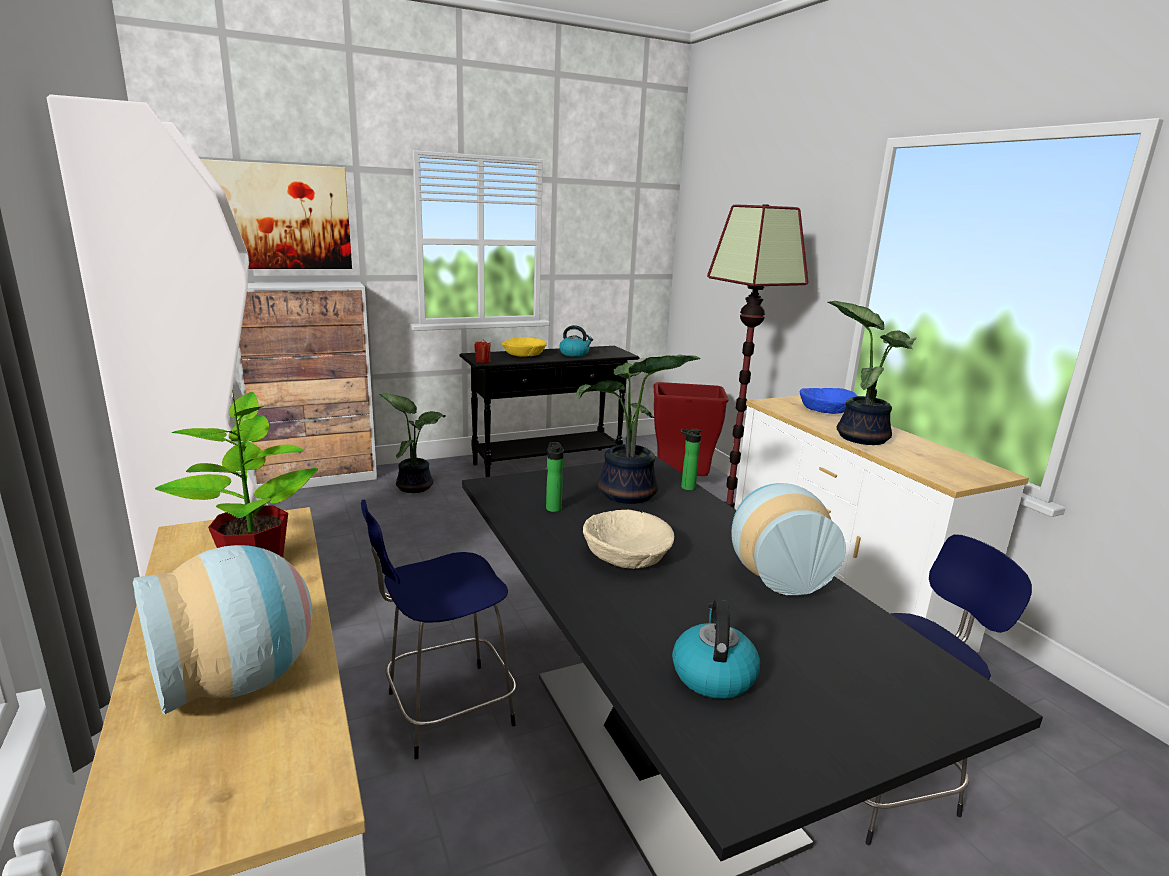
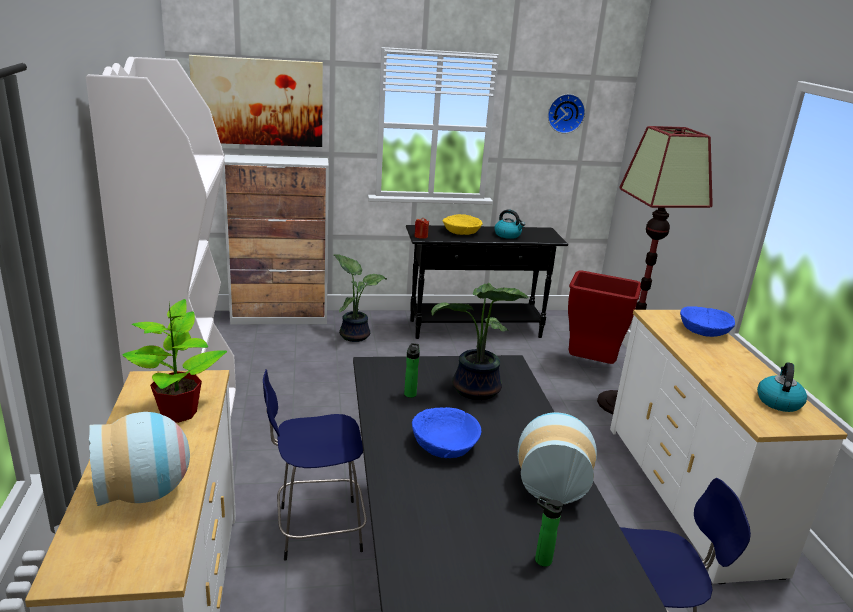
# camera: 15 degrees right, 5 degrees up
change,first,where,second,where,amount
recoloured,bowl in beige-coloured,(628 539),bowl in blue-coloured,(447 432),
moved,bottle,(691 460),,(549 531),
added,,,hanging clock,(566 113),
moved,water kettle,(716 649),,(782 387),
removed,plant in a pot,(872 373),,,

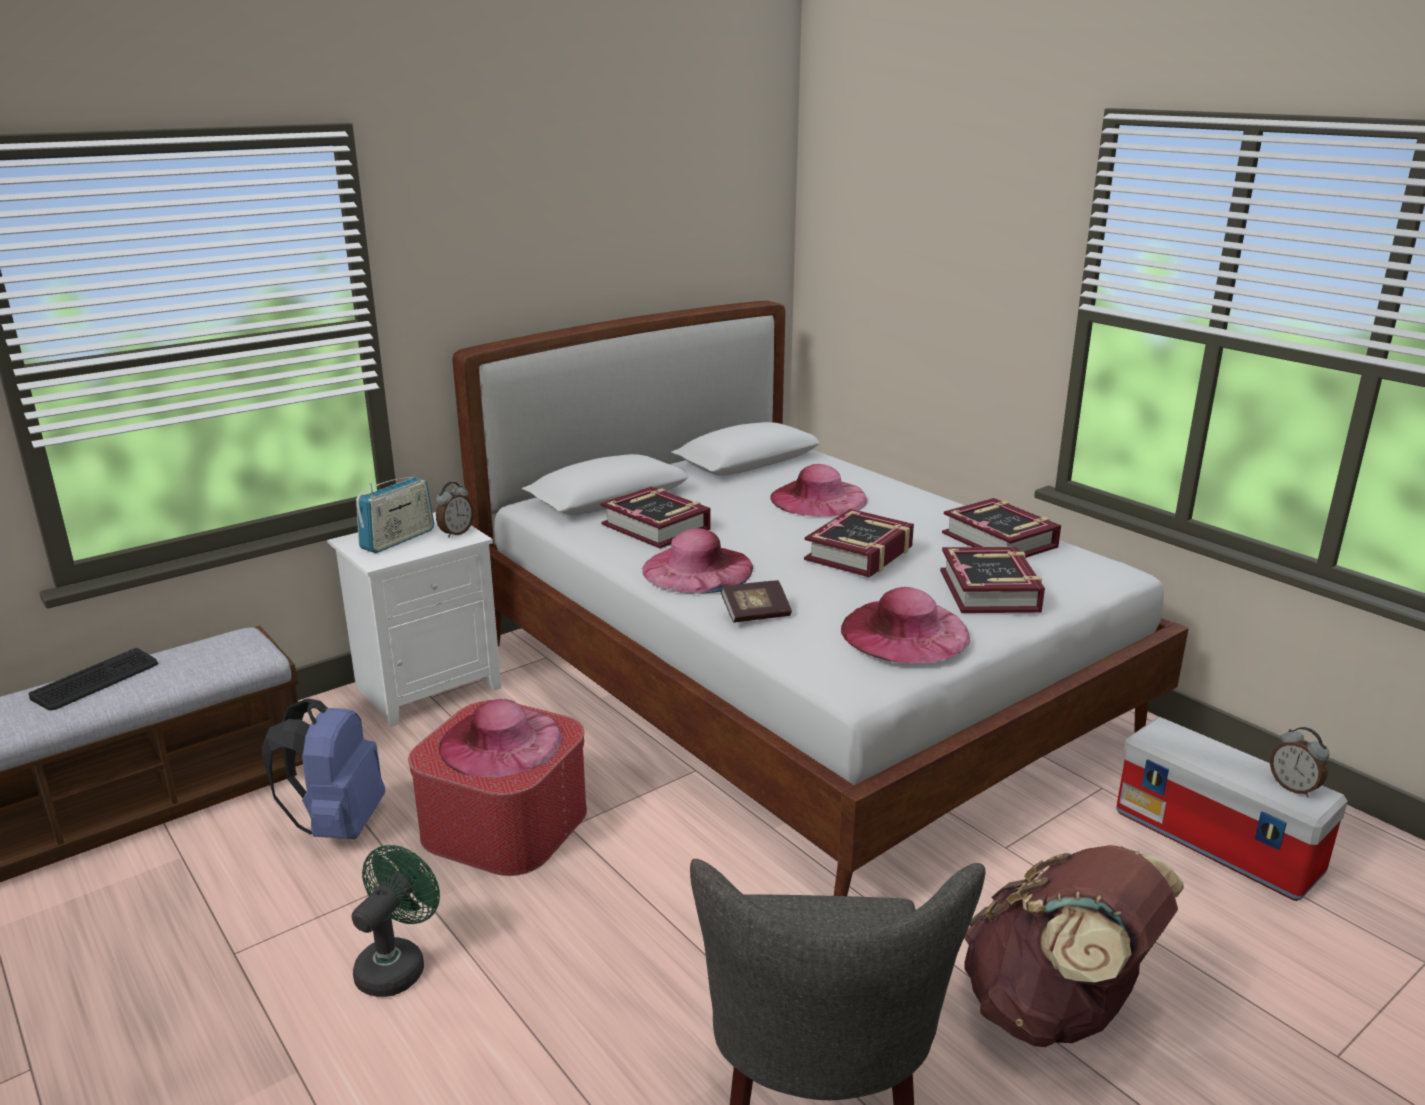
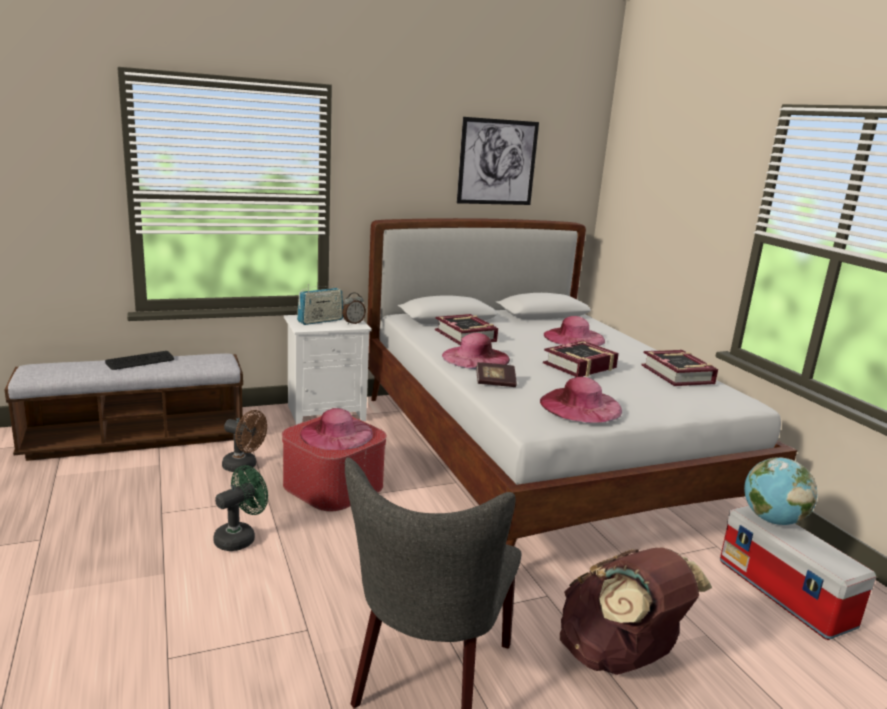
# camera: 15 degrees right, 5 degrees down
change,first,where,second,where,amount
replaced,rucksack in blue-coloured,(323 768),cooling fan in brown-coloured,(244 441),
added,,,wall picture,(498 161),
added,,,desk globe,(780 491),
removed,volume,(992 580),,,
removed,alarm clock,(1299 762),,,

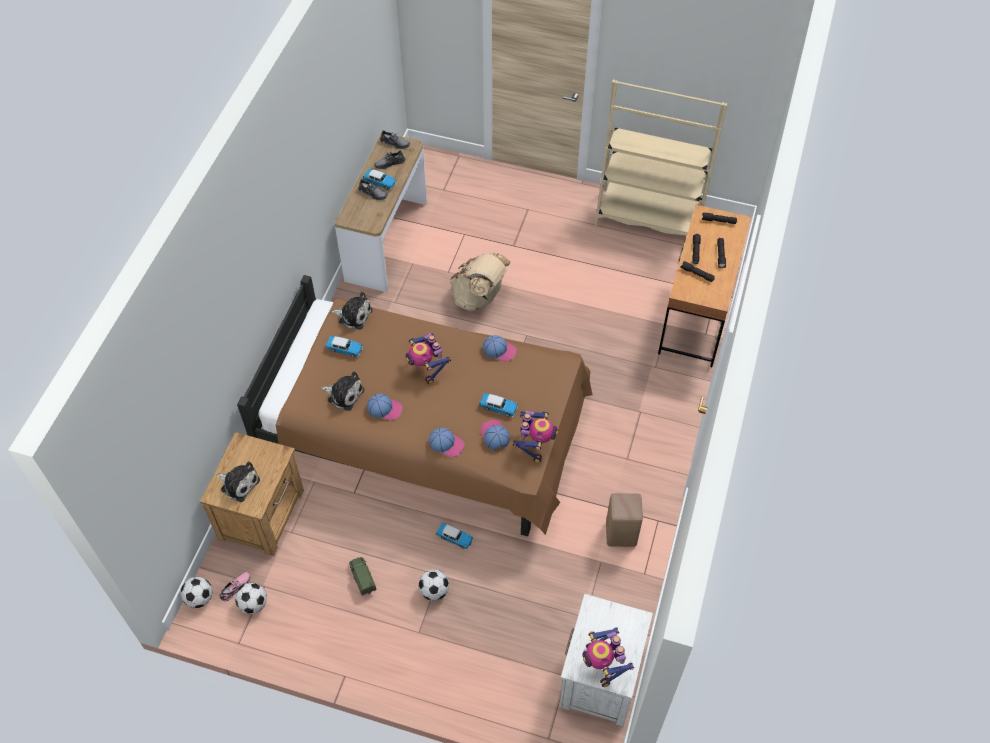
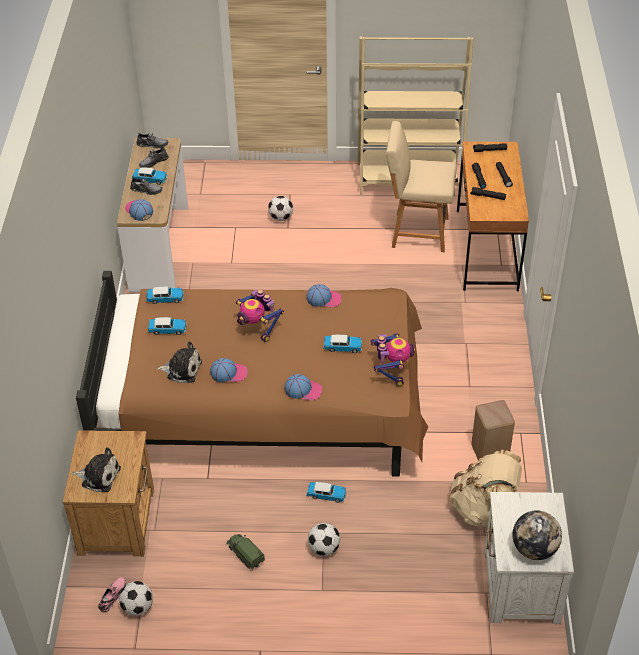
# camera: 15 degrees left, 10 degrees down
change,first,where,second,where,amount
moved,baseball cap,(495 435),,(139 210),
replaced,cuddly toy,(352 310),model car,(165 295),
moved,football ball,(196 592),,(280 208),
added,,,chair in beige-coloured,(421 186),
moved,rucksack in beige-coloured,(480 282),,(486 488),
replaced,robot figure,(608 657),desk globe,(537 535),

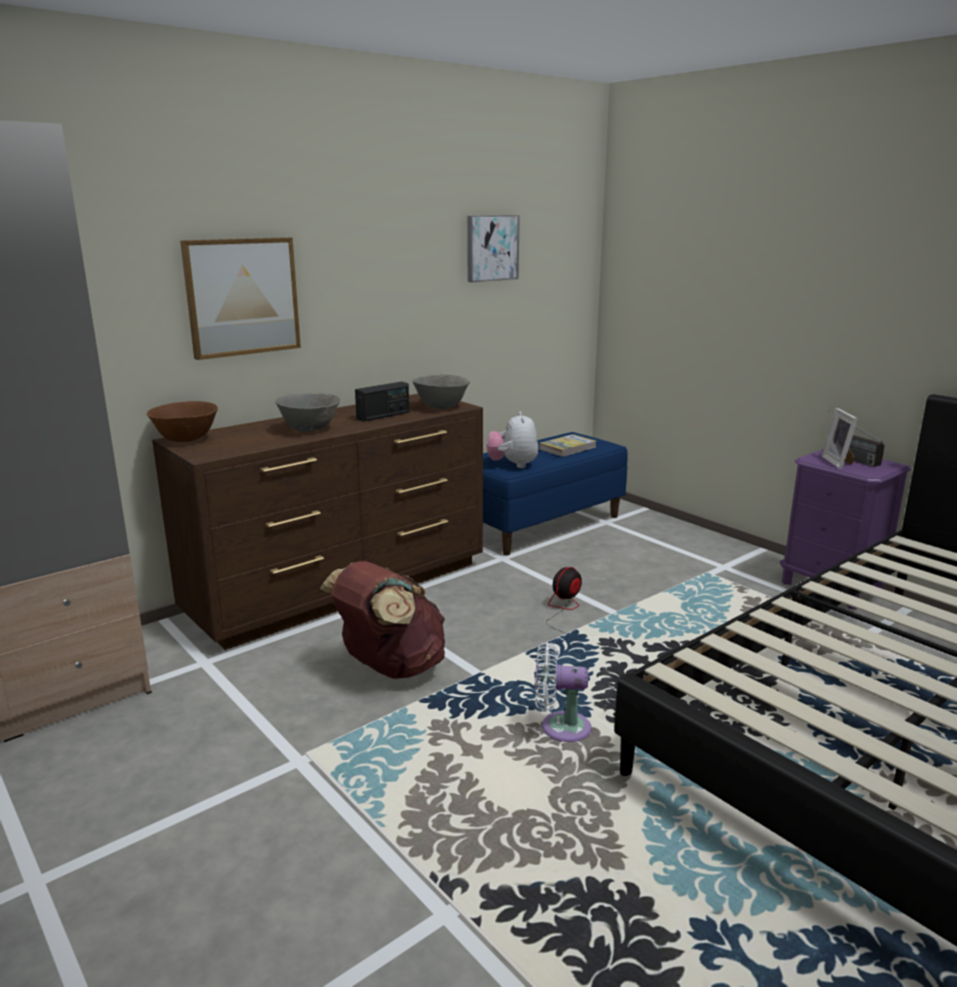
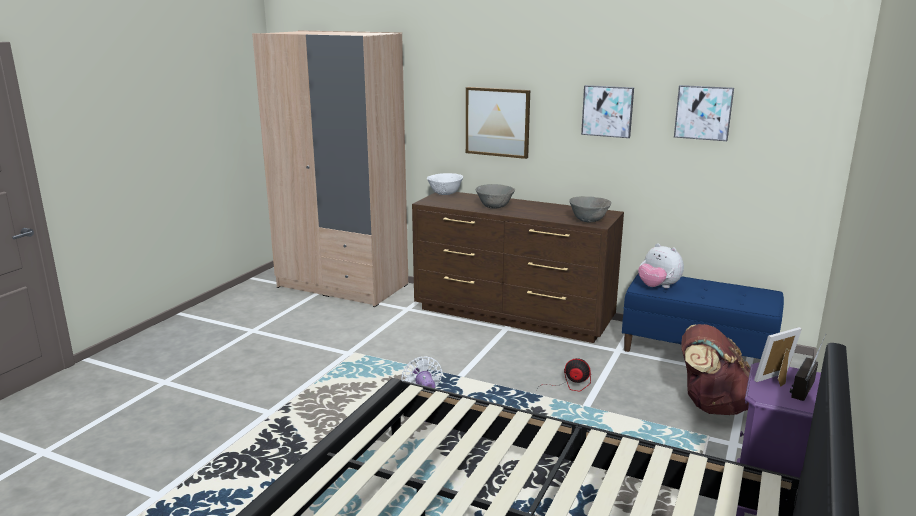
# camera: 65 degrees right, 0 degrees up
change,first,where,second,where,amount
recoloured,bowl in brown-coloured,(182 421),bowl in white,(445 184),
added,,,wall picture,(607 111),
turned,cuddly toy,(512 440),,(661 265),105 degrees counterclockwise
moved,rucksack in brown-coloured,(382 620),,(716 369),
removed,radio receiver,(382 401),,,
removed,volume,(567 445),,,

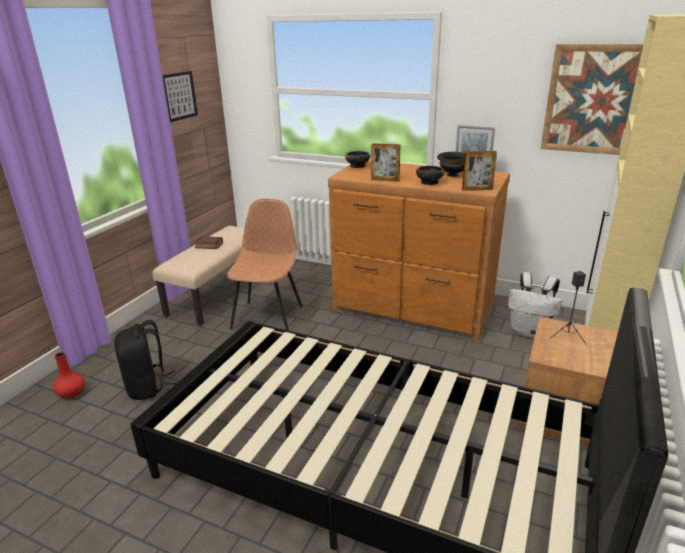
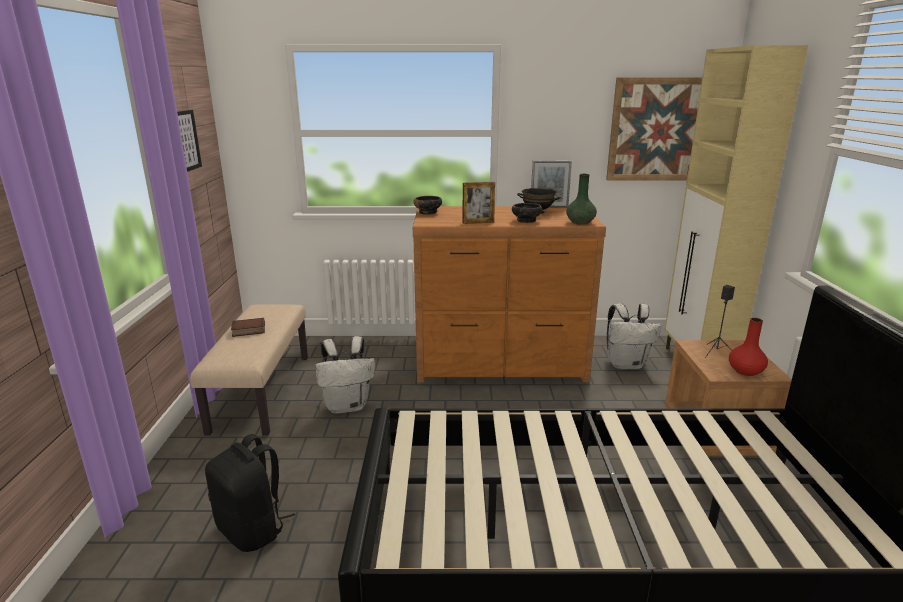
# camera: 25 degrees left, 5 degrees down
change,first,where,second,where,amount
replaced,chair in brown-coloured,(265 265),rucksack in white,(345 375),
replaced,standing frame,(479 171),decorative vase in green-coloured,(581 199),
moved,decorative vase in red-coloured,(69 375),,(748 347),

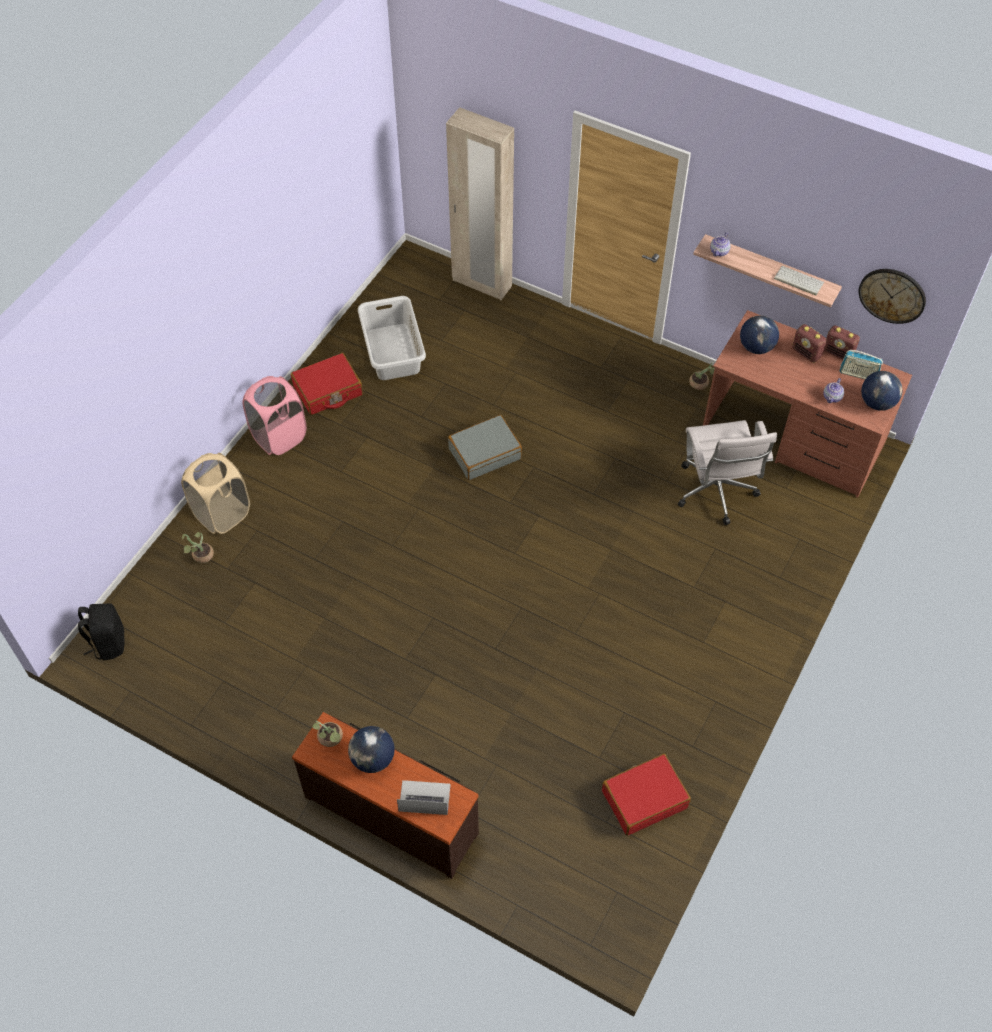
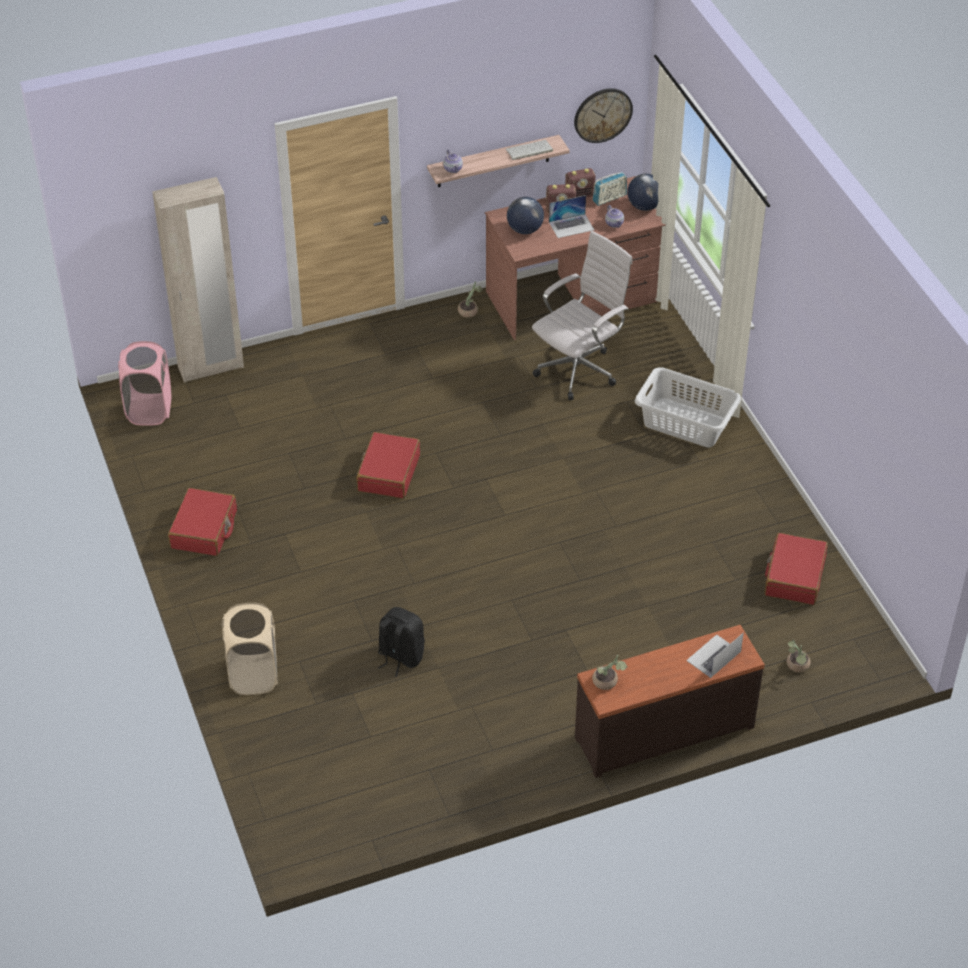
# camera: 50 degrees left, 10 degrees down
change,first,where,second,where,amount
moved,washing basket in pink-coloured,(274 415),,(144 383),
recoloured,travel case in gray,(485 447),travel case in red-coloured,(388 465),
moved,rucksack in blackish,(101 631),,(401 642),
turned,desk chair in white,(727 472),,(582 315),75 degrees counterclockwise
added,,,portable computer,(571 216),
moved,washing basket in gray,(392 338),,(688 407),
moved,plant in a pot,(198 547),,(799 656),
removed,desk globe,(371 749),,,

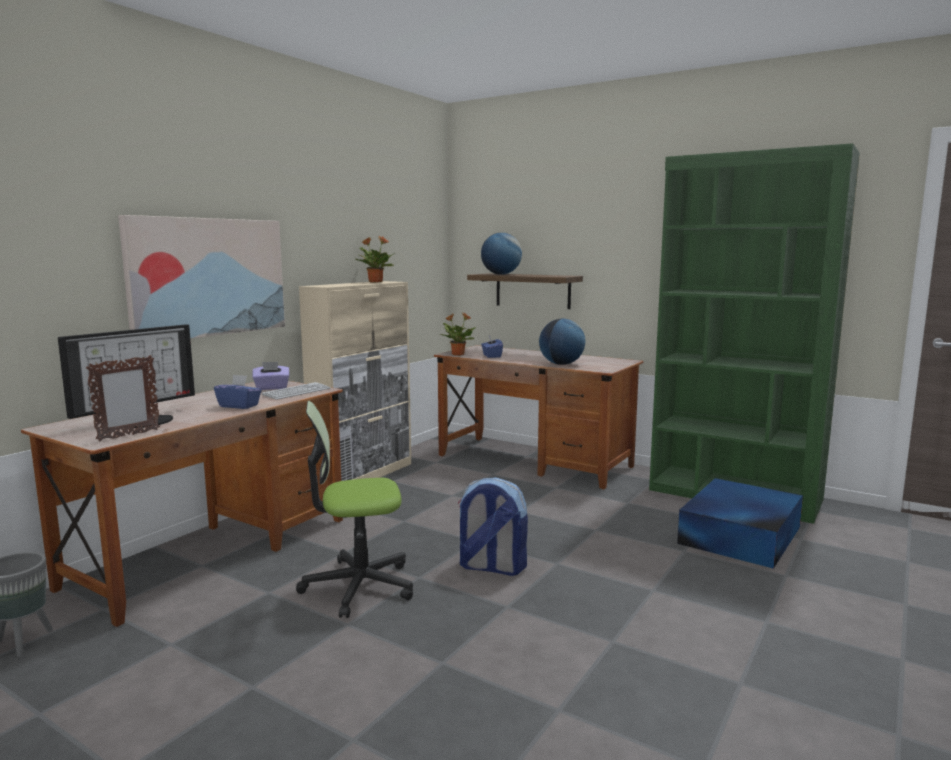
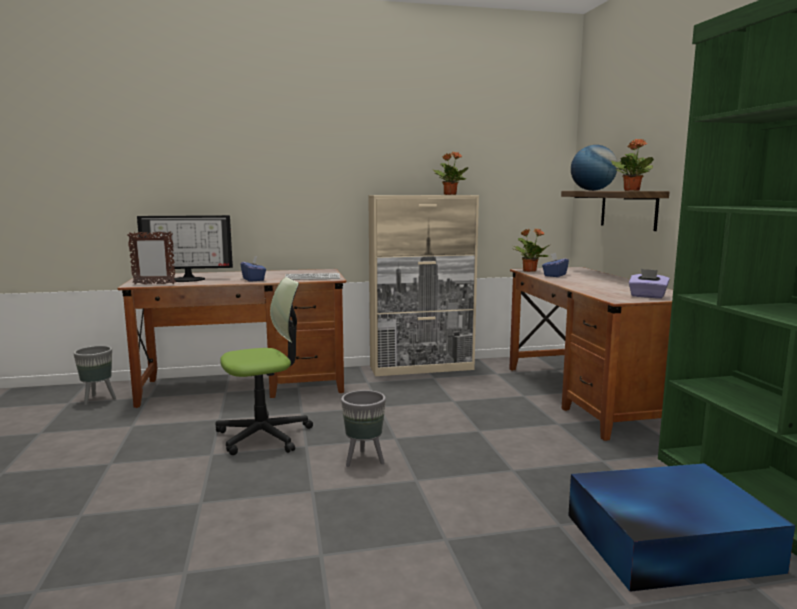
# camera: 45 degrees right, 0 degrees up
change,first,where,second,where,amount
turned,desk chair,(354 509),,(264 366),120 degrees clockwise
replaced,rucksack,(493 526),flower pot in gray,(363 428),
added,,,plant in a pot,(632 165),
moved,tissue box in purple-coloured,(271 376),,(649 284),
removed,wall picture,(201 277),,,
removed,desk globe,(562 342),,,

